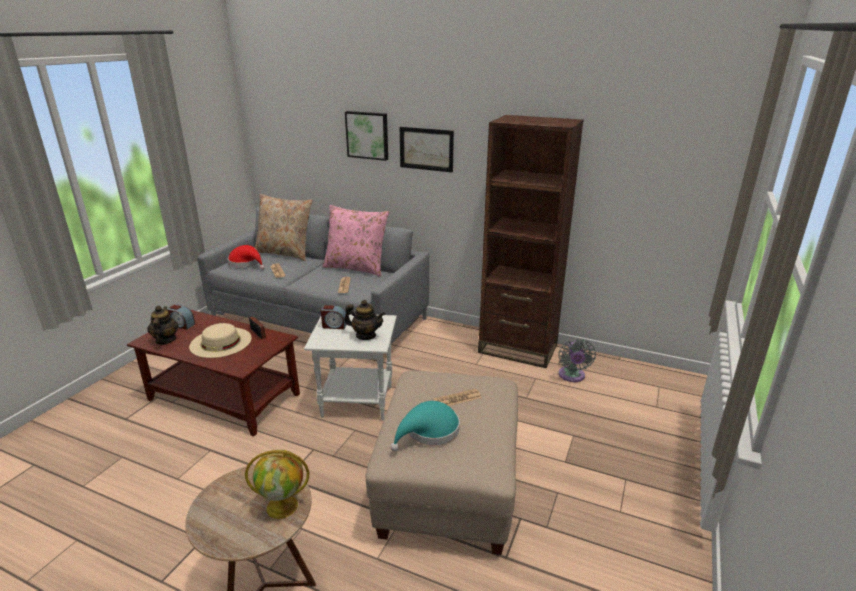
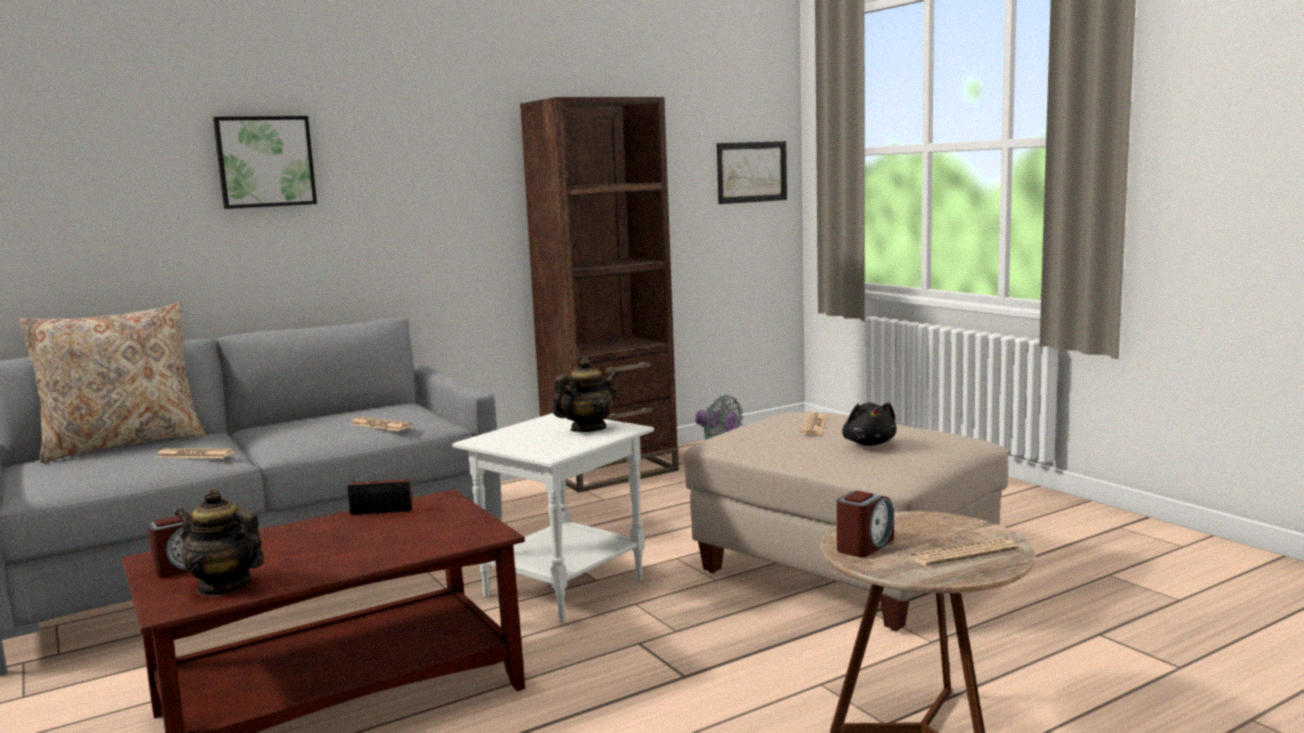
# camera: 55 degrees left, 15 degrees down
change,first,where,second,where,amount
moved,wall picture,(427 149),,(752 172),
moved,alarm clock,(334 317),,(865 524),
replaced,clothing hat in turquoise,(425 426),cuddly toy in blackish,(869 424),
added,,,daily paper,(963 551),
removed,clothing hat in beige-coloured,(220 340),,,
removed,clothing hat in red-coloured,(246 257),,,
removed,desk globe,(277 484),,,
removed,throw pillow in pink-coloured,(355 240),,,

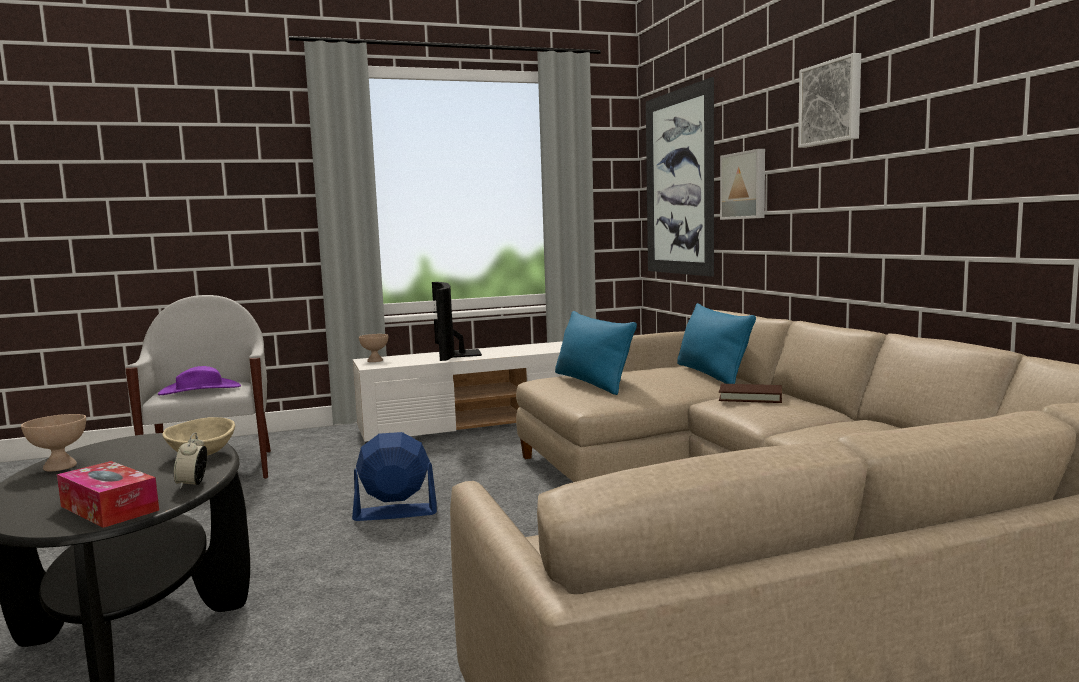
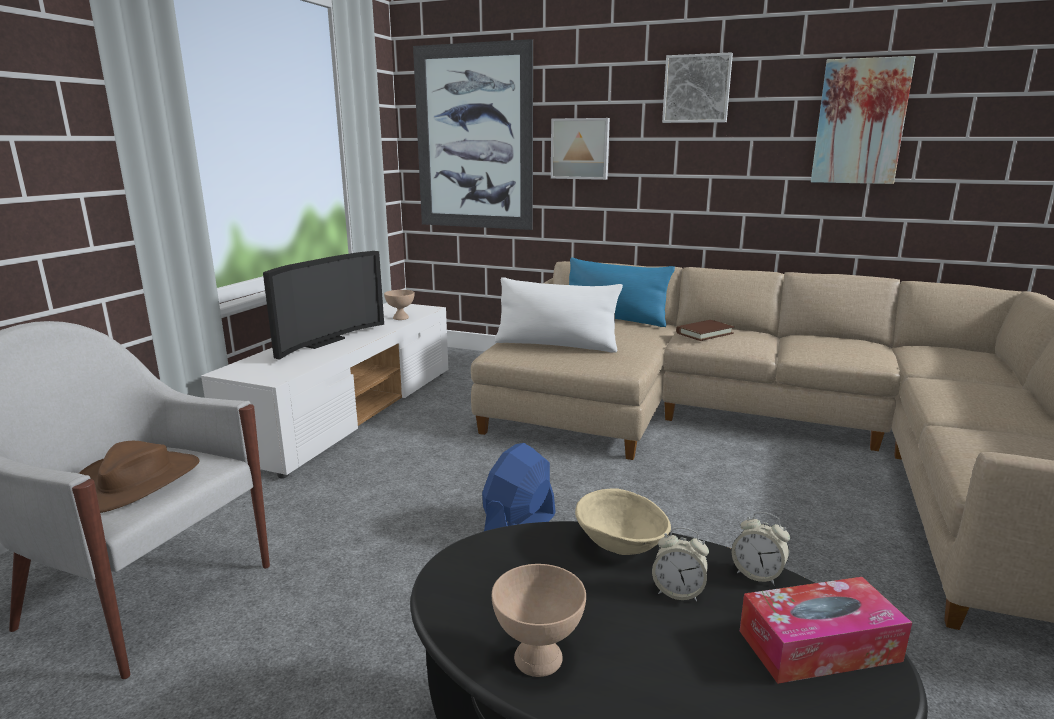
# camera: 50 degrees left, 10 degrees up
change,first,where,second,where,amount
recoloured,clothing hat in purple-coloured,(199 380),clothing hat in brown-coloured,(139 477),
turned,TV set,(457 321),,(323 305),90 degrees counterclockwise
moved,bowl in beige-coloured,(373 348),,(399 305),
recoloured,throw pillow in blue-coloured,(596 353),throw pillow in white,(559 315),
added,,,alarm clock,(680 564),
added,,,wall picture,(863 120),

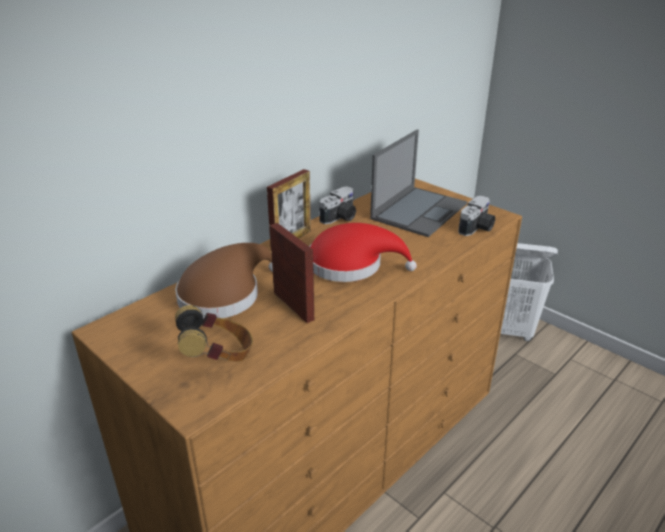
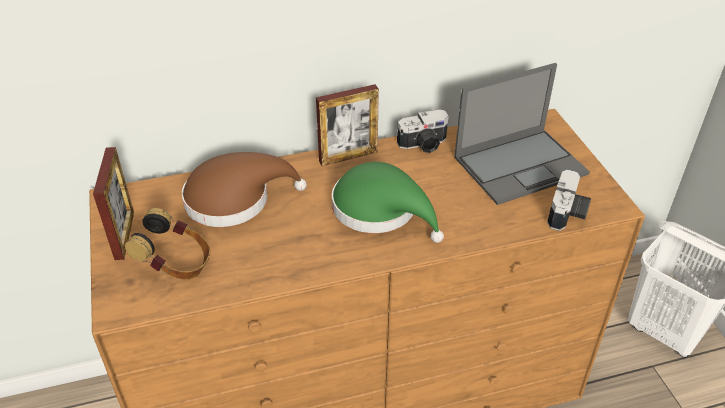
# camera: 30 degrees right, 10 degrees up
change,first,where,second,where,amount
moved,standing frame,(292 273),,(113 203),
recoloured,clothing hat in red-coloured,(363 252),clothing hat in green-coloured,(388 202),
turned,photo camera,(476 215),,(569 200),45 degrees counterclockwise

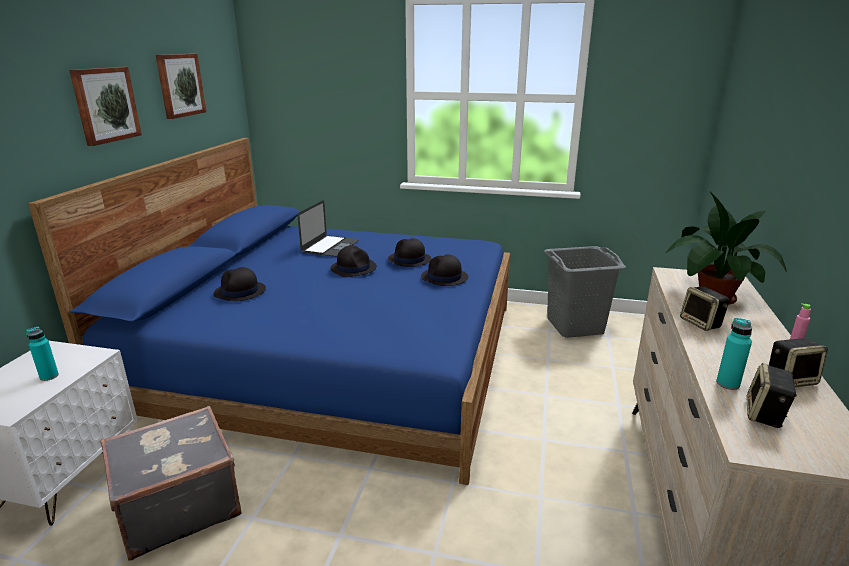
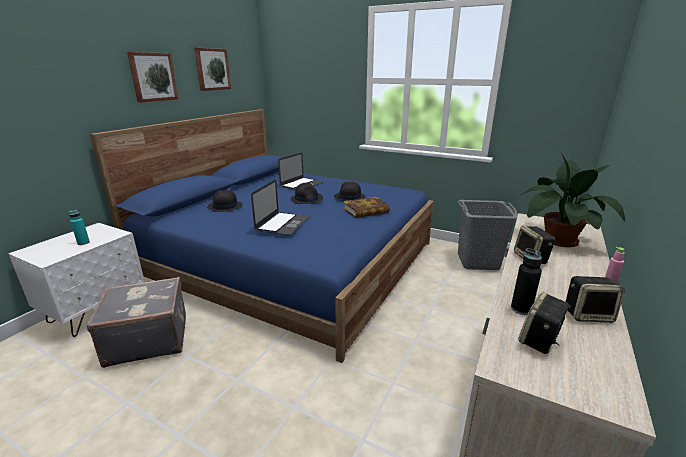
# camera: 15 degrees right, 0 degrees up
change,first,where,second,where,amount
added,,,portable computer,(280 207),
replaced,clothing hat in blackish,(444 270),volume,(366 207),
recoloured,bottle in turquoise,(734 354),bottle in blackish,(526 281),

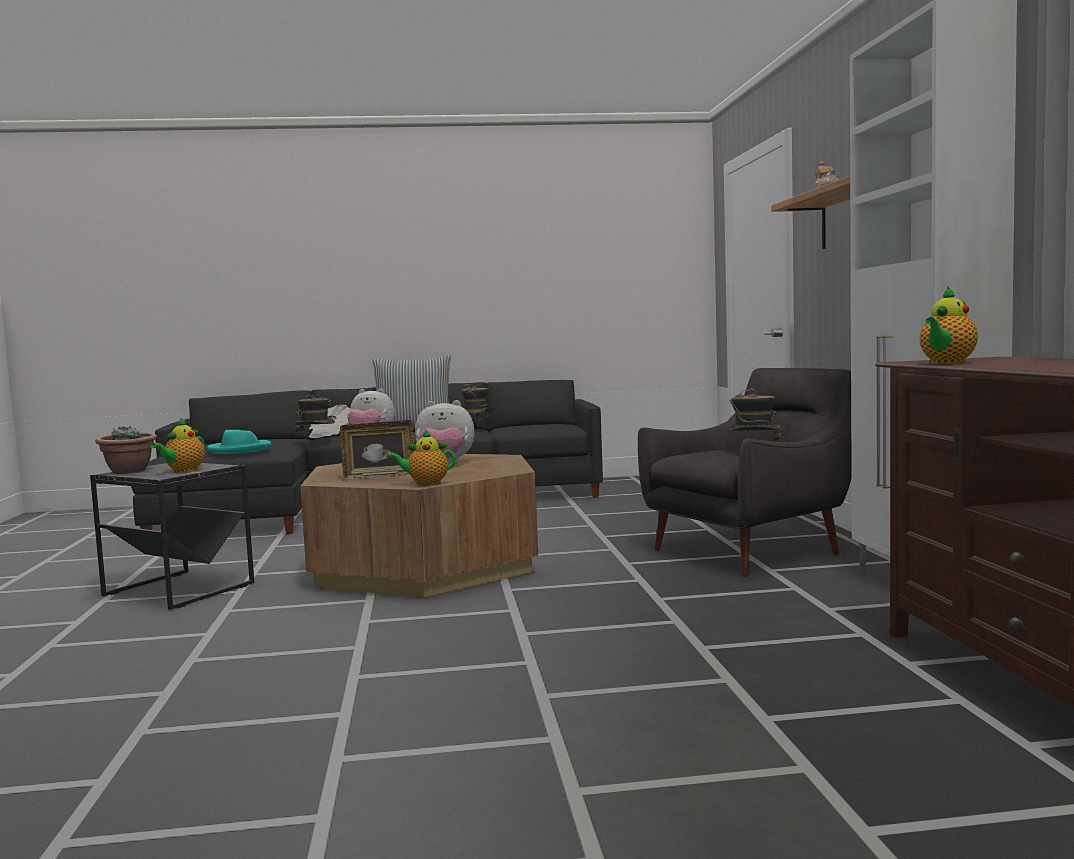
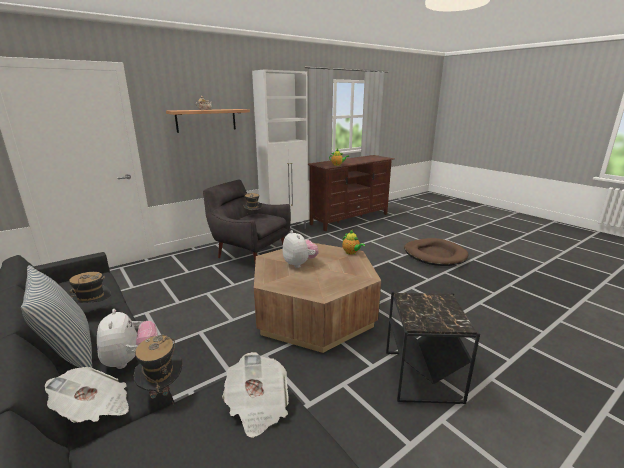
# camera: 120 degrees left, 15 degrees up
change,first,where,second,where,amount
replaced,clothing hat in turquoise,(239 442),daily paper,(255 395),
added,,,pet bed in brown-coloured,(436 252),
removed,plant in a pot,(126 450),,,
removed,pot for tea,(177 445),,,
removed,standing frame,(377 449),,,

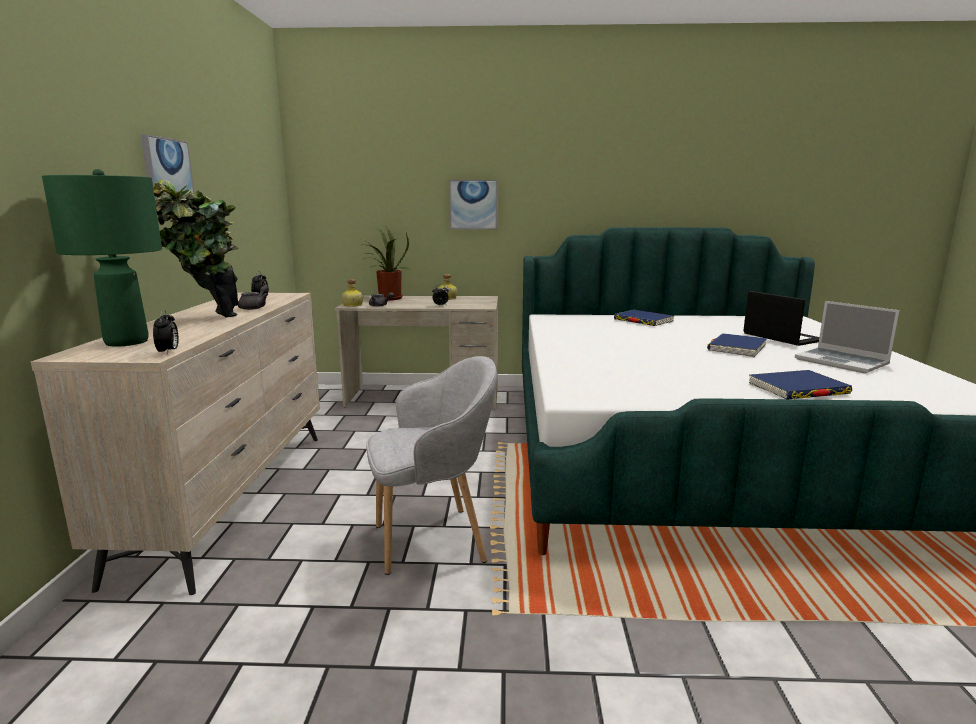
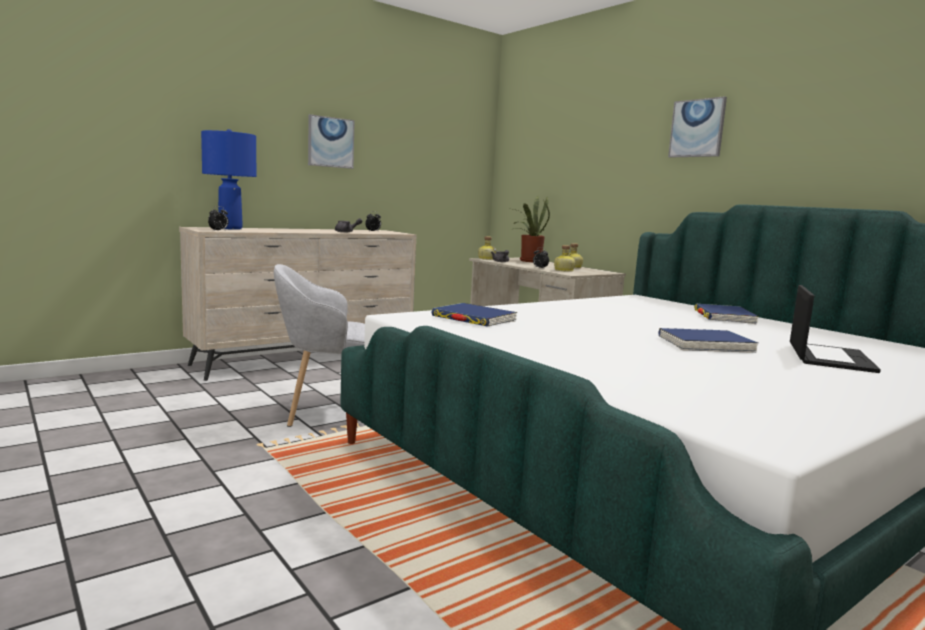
# camera: 50 degrees right, 5 degrees down
change,first,where,second,where,amount
recoloured,table lamp in green-coloured,(102 258),table lamp in blue-coloured,(228 179),
turned,lounge chair in gray,(431 465),,(319 345),135 degrees clockwise
moved,volume in blue-coloured,(800 384),,(474 315),
added,,,bottle,(565 258),
moved,wall picture,(473 204),,(697 127),
removed,plant in a pot,(196 249),,,
removed,portable computer,(847 337),,,

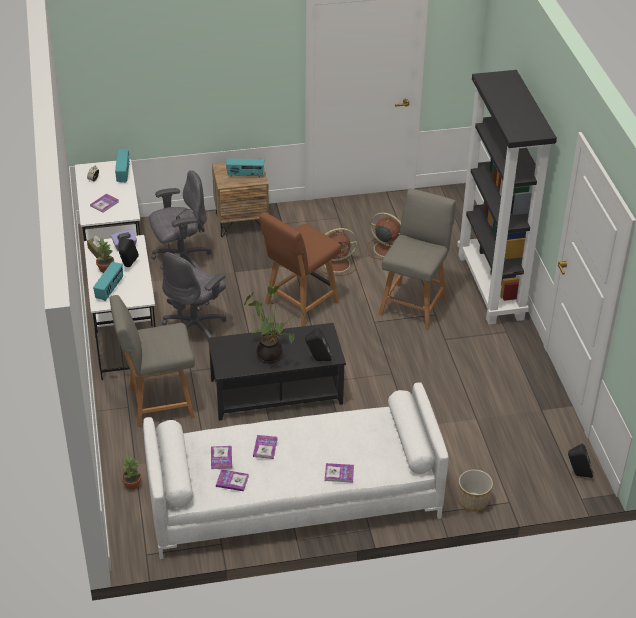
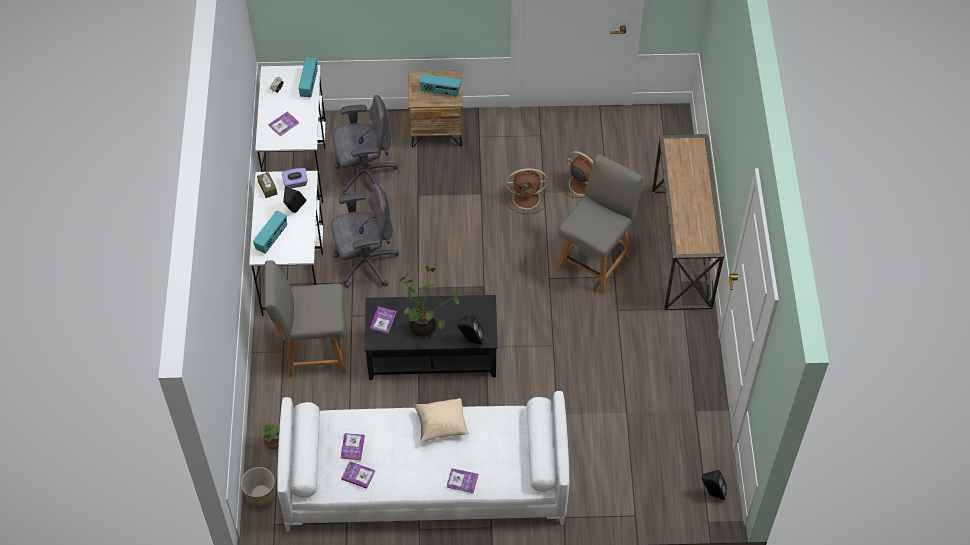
# camera: 10 degrees right, 15 degrees up
change,first,where,second,where,amount
moved,flower pot,(475 490),,(258 487),
turned,desk chair in gray,(193 295),,(365 235),150 degrees counterclockwise
moved,volume,(265 447),,(383 320),
added,,,throw pillow in beige-coloured,(442 420),
replaced,bookshelf in blackish,(507 197),hall table,(688 222),
removed,plant in a pot,(105 255),,,
removed,chair in brown-coloured,(300 269),,,

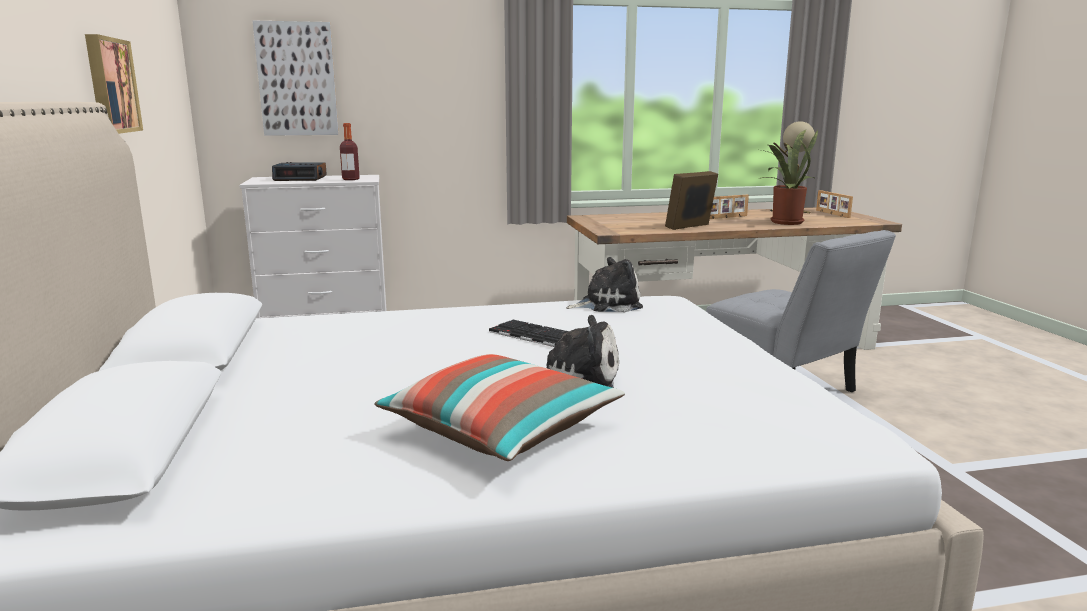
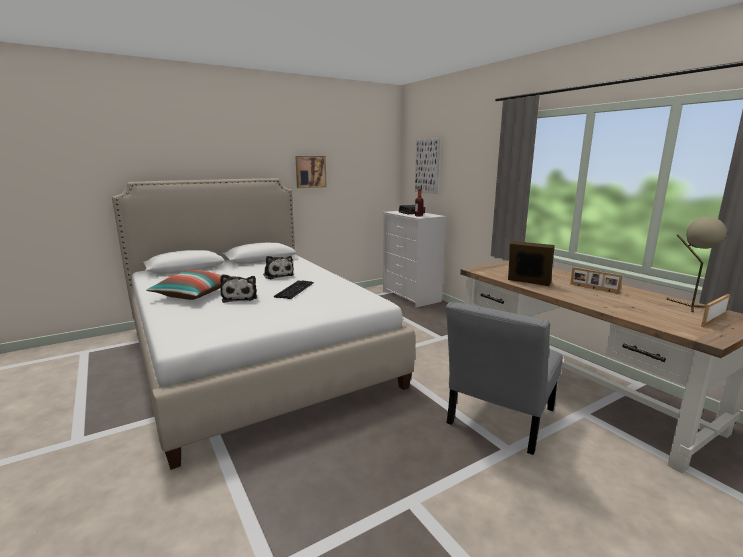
# camera: 70 degrees right, 0 degrees up
change,first,where,second,where,amount
moved,cuddly toy,(604 284),,(278 267),
removed,plant in a pot,(788 177),,,

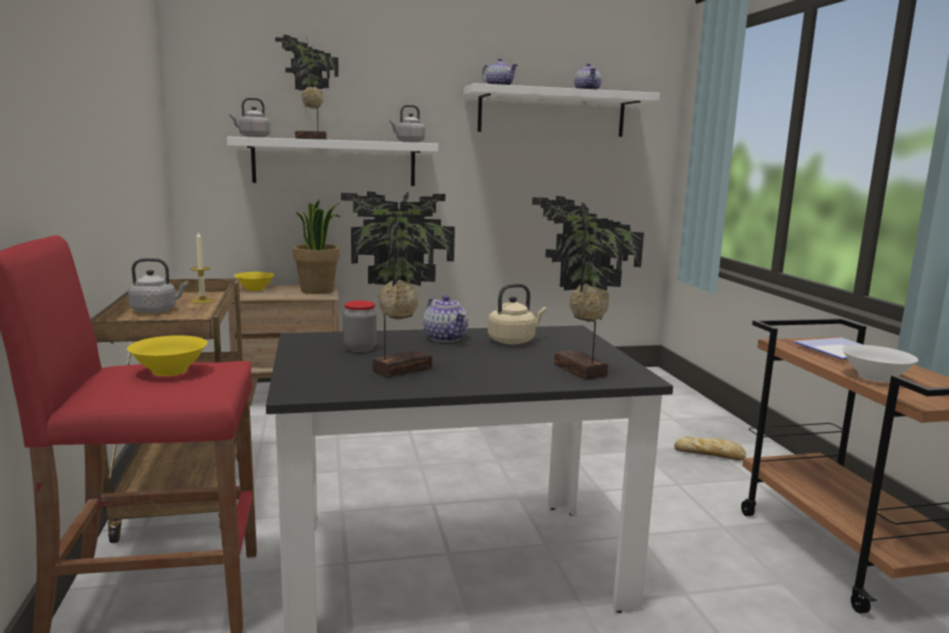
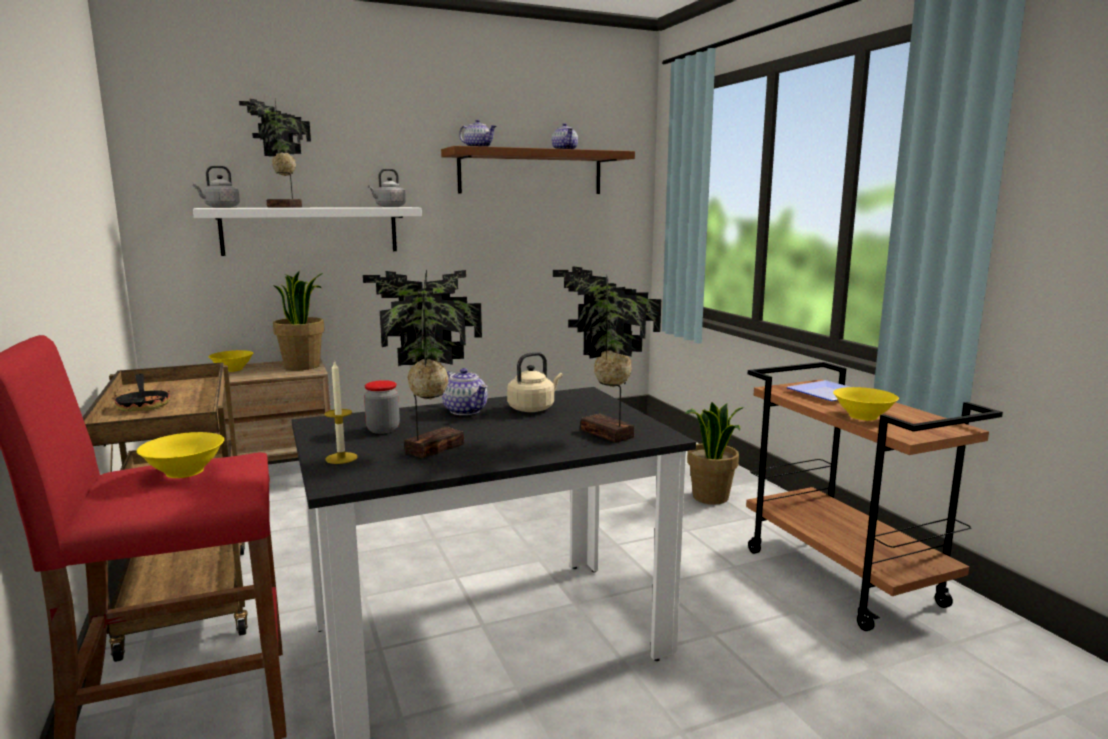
# camera: 10 degrees left, 0 degrees up
change,first,where,second,where,amount
replaced,water kettle in gray,(158 285),frying pan,(142 392),
moved,candle,(202 267),,(341 412),
recoloured,bracket shelf in white,(561 110),bracket shelf in brown-coloured,(538 170),
replaced,bread,(710 448),plant in a pot,(714 453),
recoloured,bowl in white,(880 363),bowl in yellow,(866 404),

